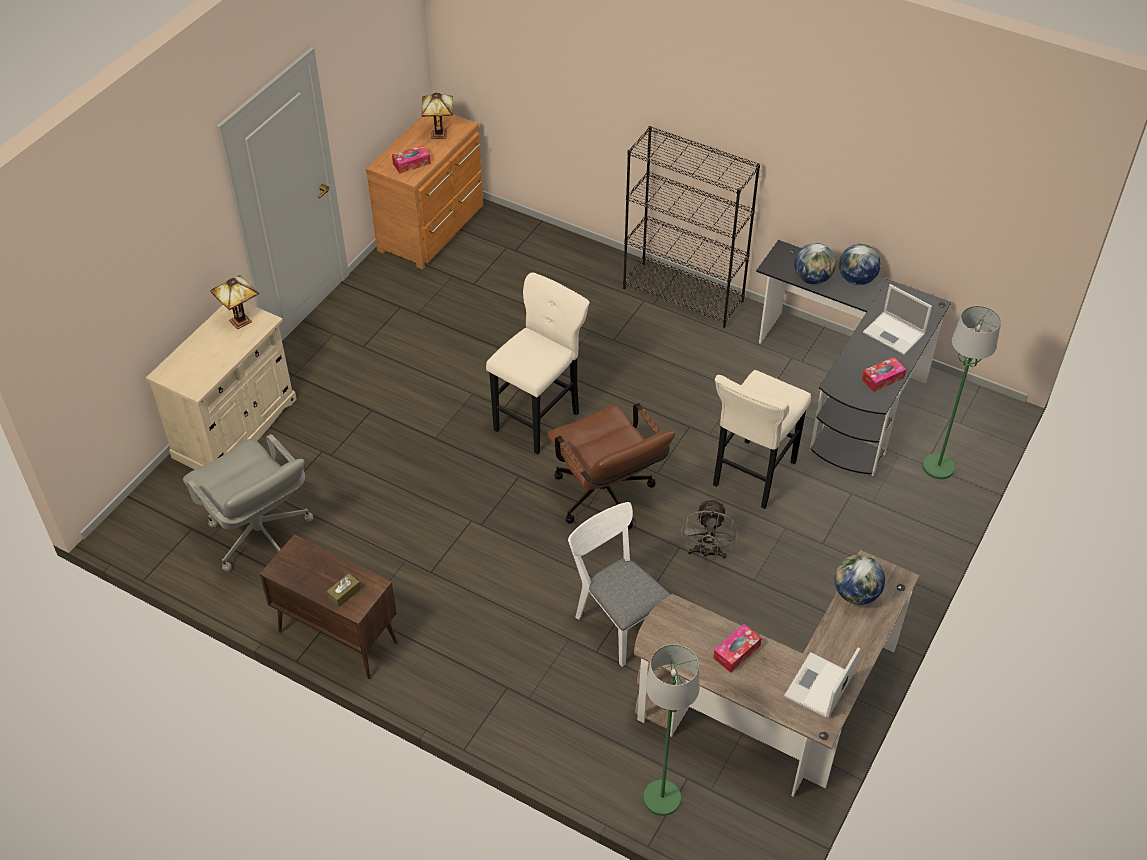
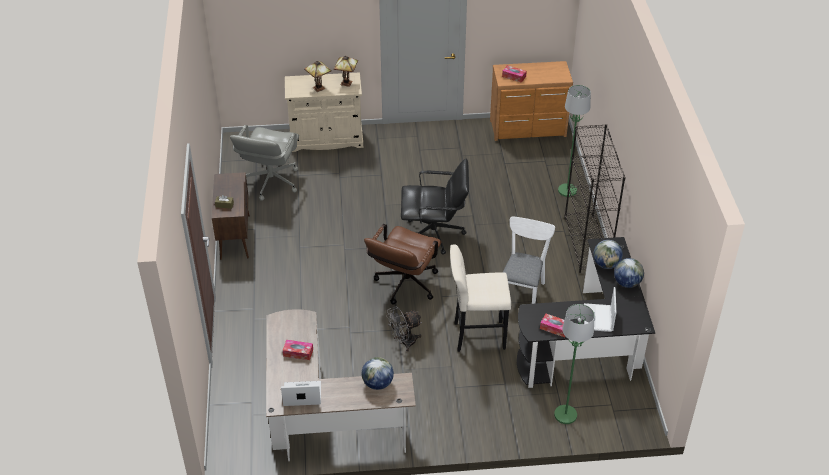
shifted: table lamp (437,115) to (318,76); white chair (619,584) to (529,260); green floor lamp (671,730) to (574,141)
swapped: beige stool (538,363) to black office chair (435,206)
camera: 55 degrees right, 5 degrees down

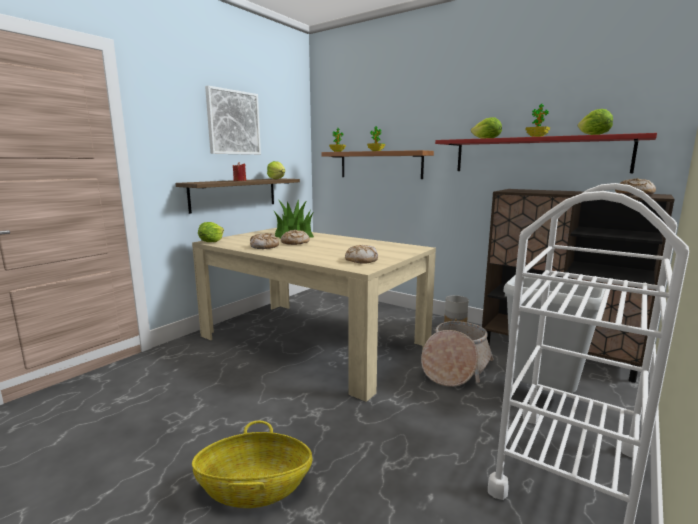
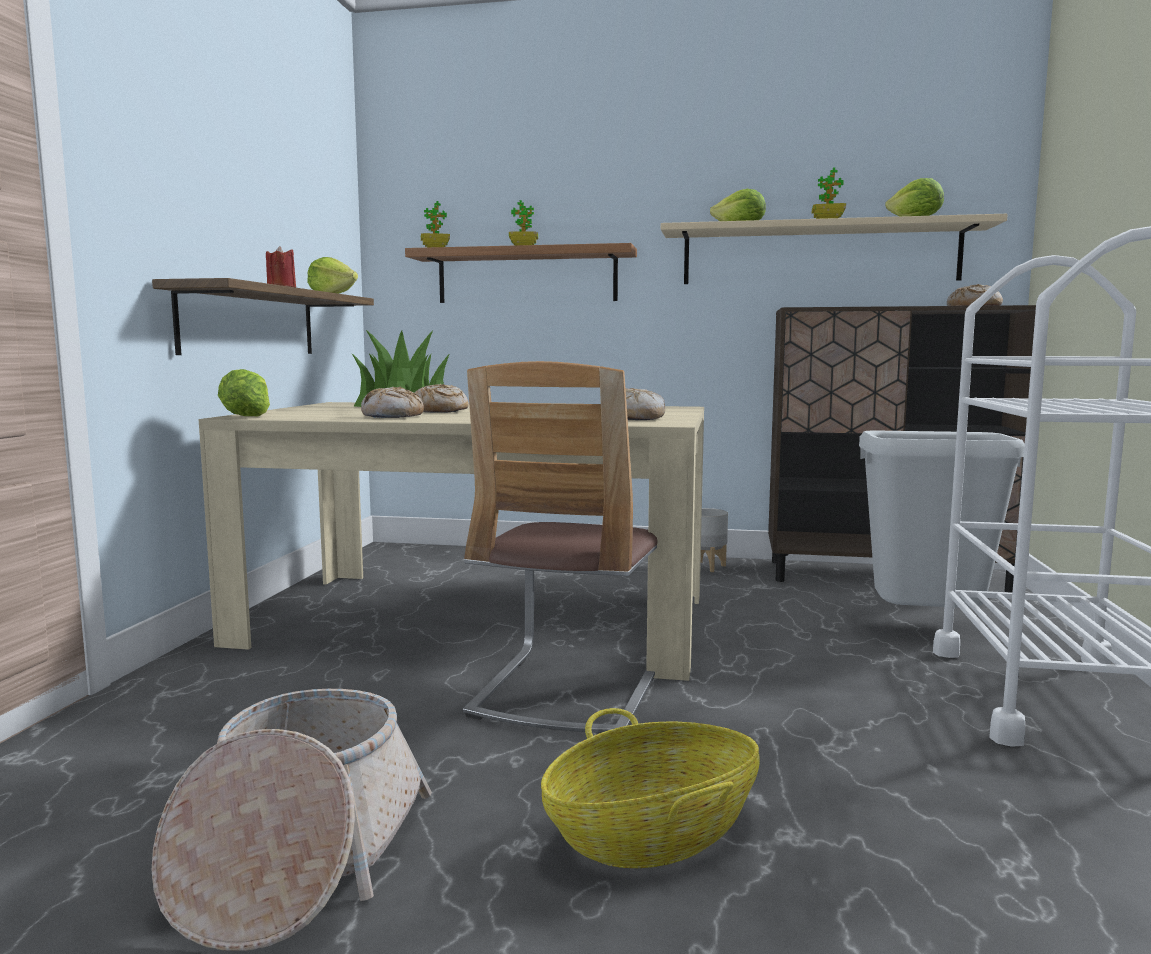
gone: picture (233,120)
new: chair (560,547)
shifted: basket (457,354) to (291,820)
repainted: red shelf (546,153) to beige shelf (834,249)
camera: 25 degrees left, 5 degrees down

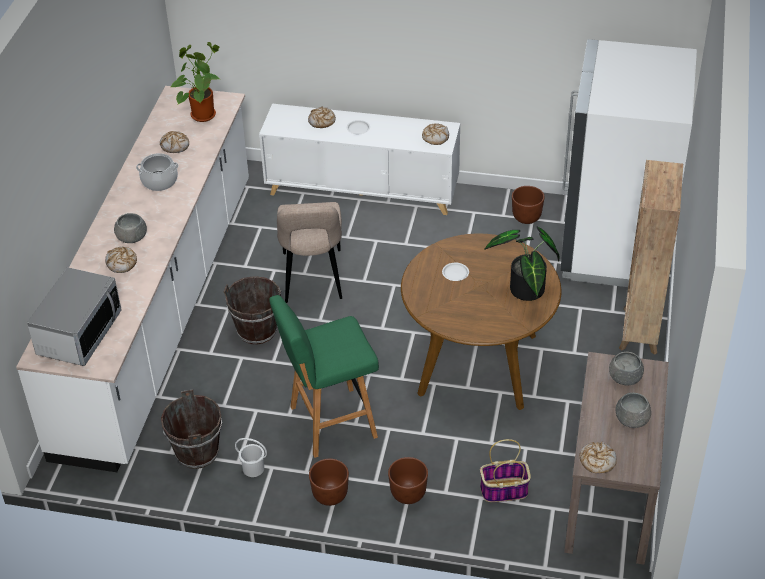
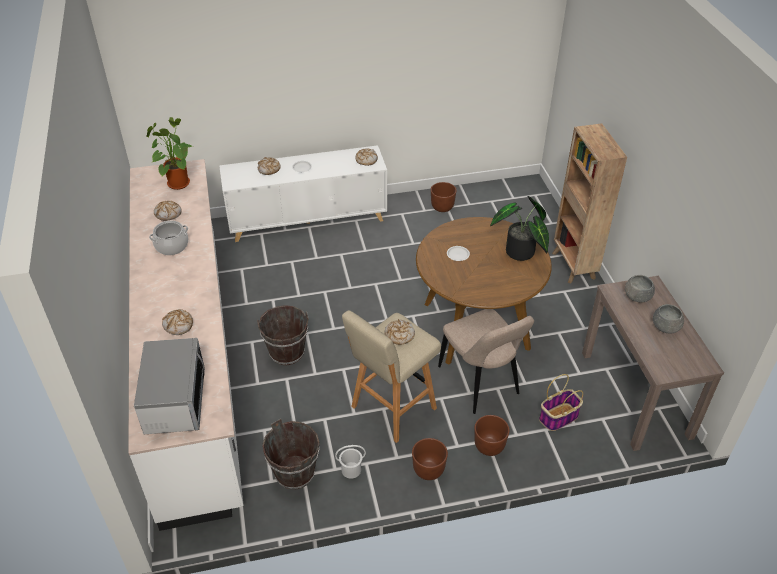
gone: grey bowl (130,228); white fridge (628,163)
shifted: beige chair (309,252) to (486,361); bread (598,457) to (399,332)
repainted: green stool (324,376) to beige stool (391,376)
camera: 25 degrees left, 0 degrees up

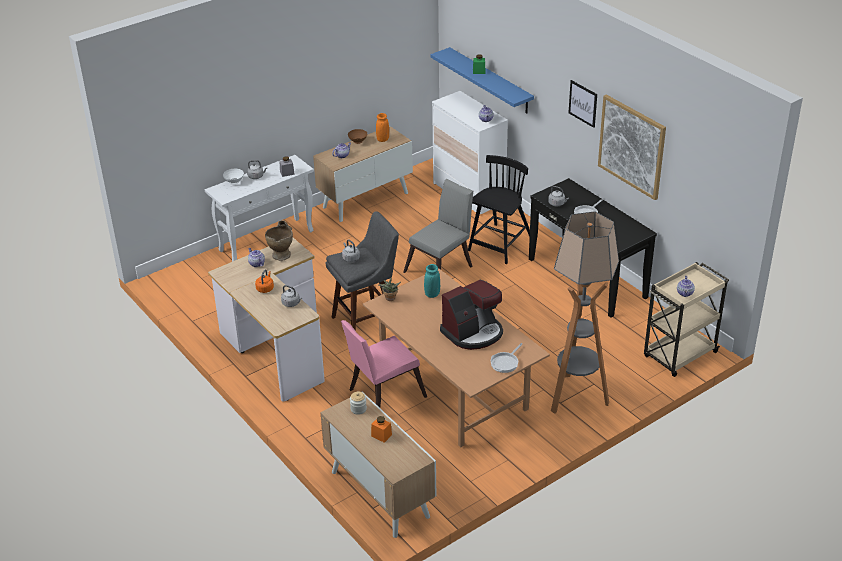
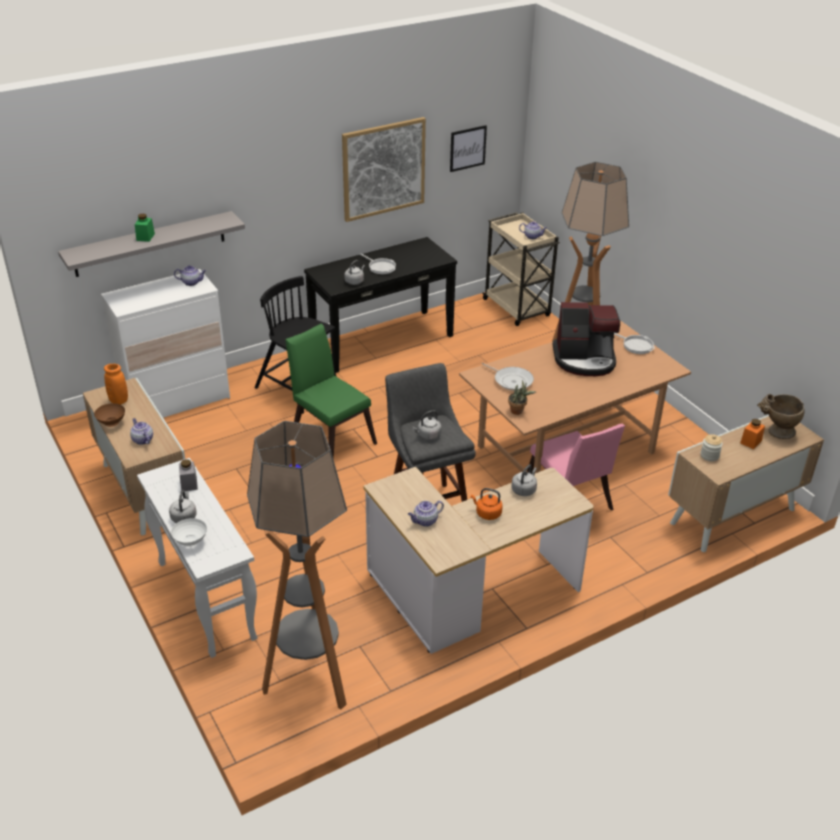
new: floor lamp (297,565)
shifted: beige vase (279,240) to (781,416); picture (583,104) to (468,148)
swapped: turquoise vase (432,281) to frying pan (507,377)
repainted: grey chair (438,226) to green chair (331,391); blue shelf (482,80) to grey shelf (151,244)
rotated: coffee machine (471,314) = (586,339) 120 degrees clockwise
camera: 85 degrees left, 0 degrees up

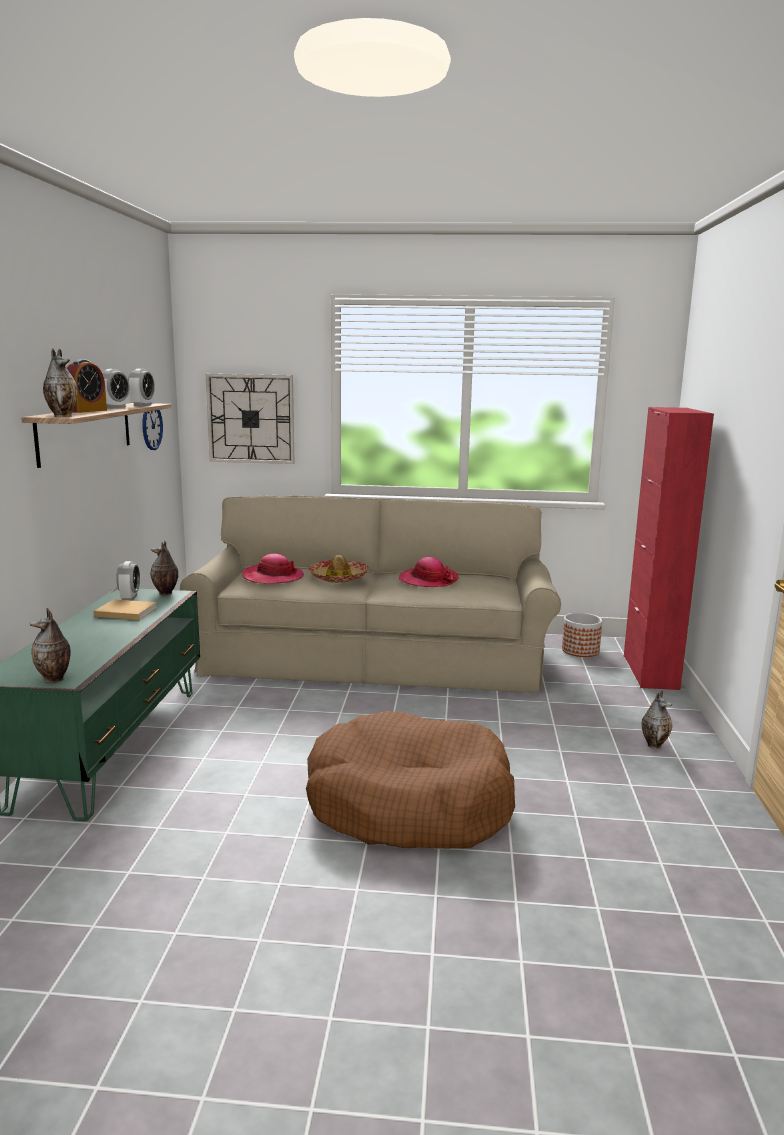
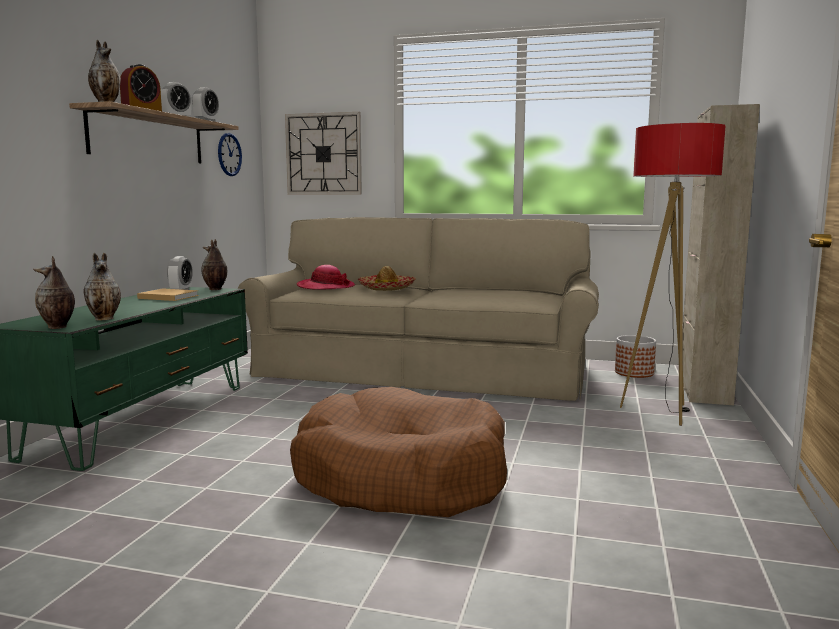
gone: hat (429,572)
new: floor lamp (673,274)
shifted: vase (657,719) to (102,287)
repainted: red cabinet (669,548) to beige cabinet (721,254)
camera: 10 degrees right, 5 degrees down

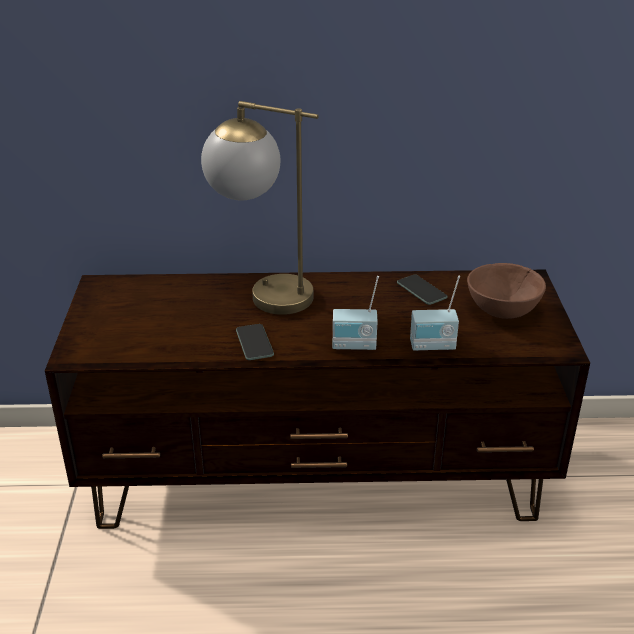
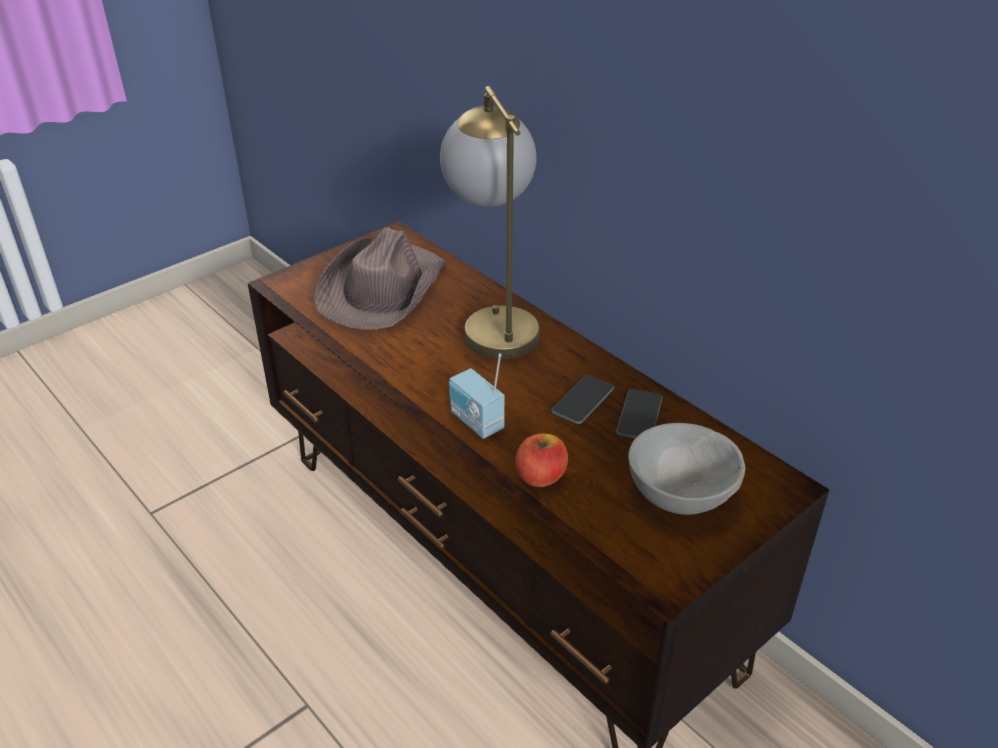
new: brown hat (380,278)
shifted: phone (255,342) to (582,399)
swapped: radio (435,313) to apple (542,460)
repainted: brown bowl (506,291) to grey bowl (687,469)
camera: 50 degrees right, 5 degrees up

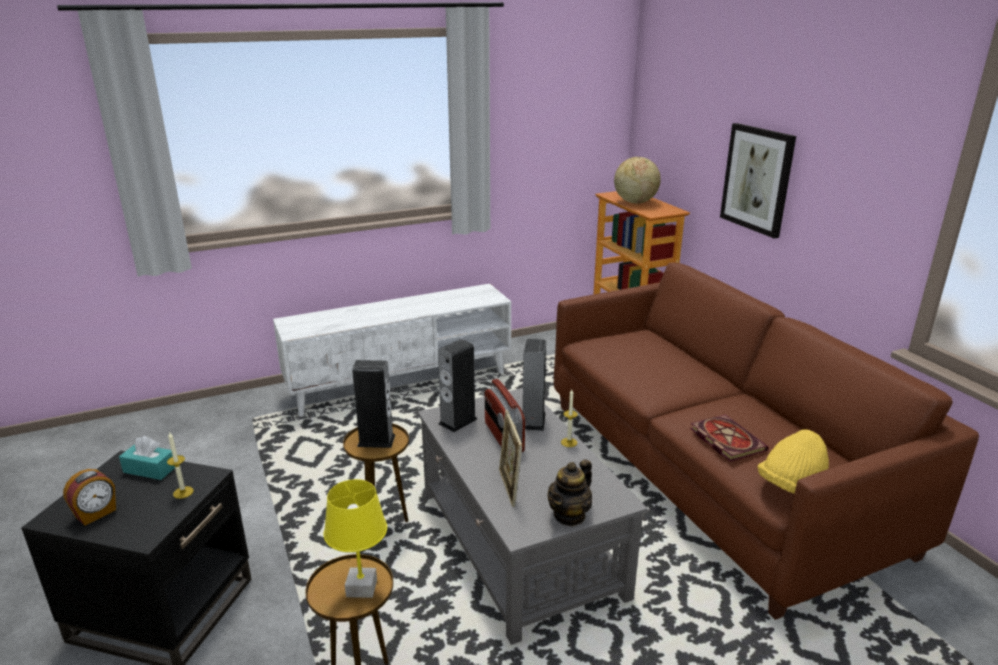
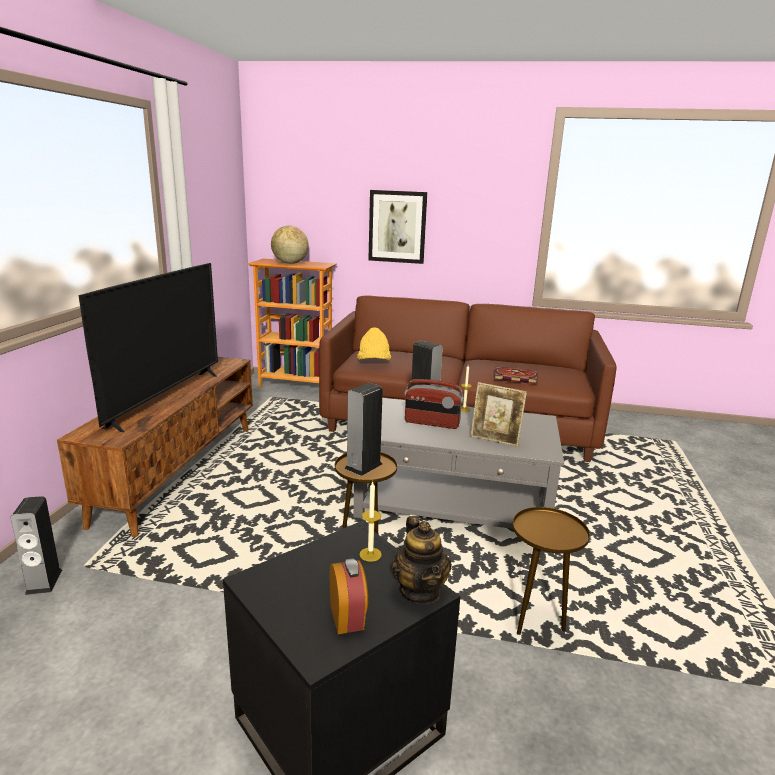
gone: turquoise tissue box (147,458); yellow table lamp (355,538)
new: television (148,347)
shifted: speaker (457,385) to (36,545); teapot (570,493) to (421,560); yellow hat (793,461) to (374,344)
repainted: white tv stand (392,350) to brown tv stand (155,447)
camera: 55 degrees left, 5 degrees down

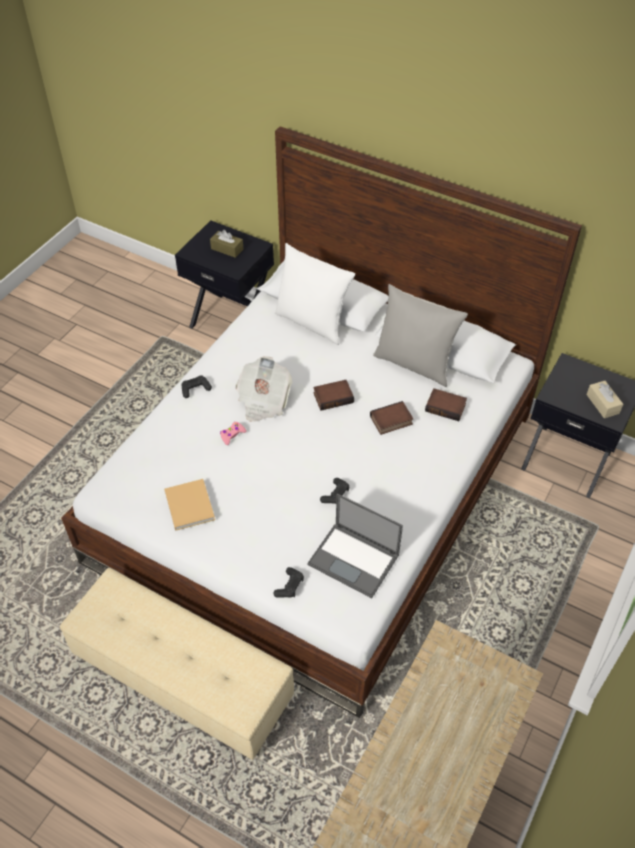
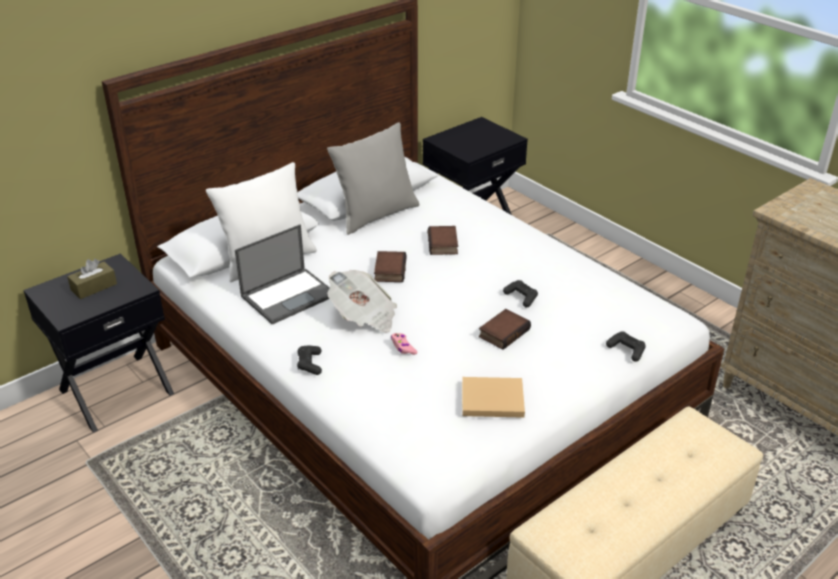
gone: beige tissue box (604,399)
shifted: laptop (355,545) to (282,274); book (446,404) to (505,329)
camera: 70 degrees left, 15 degrees down

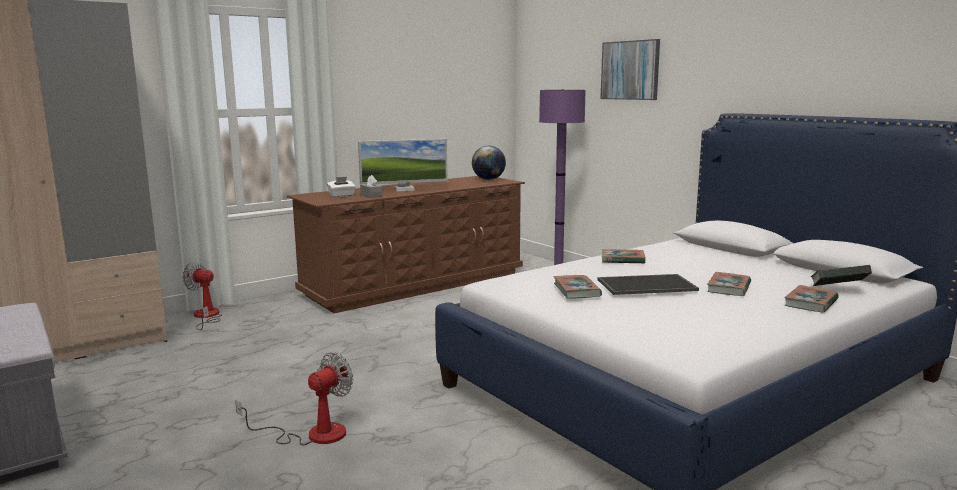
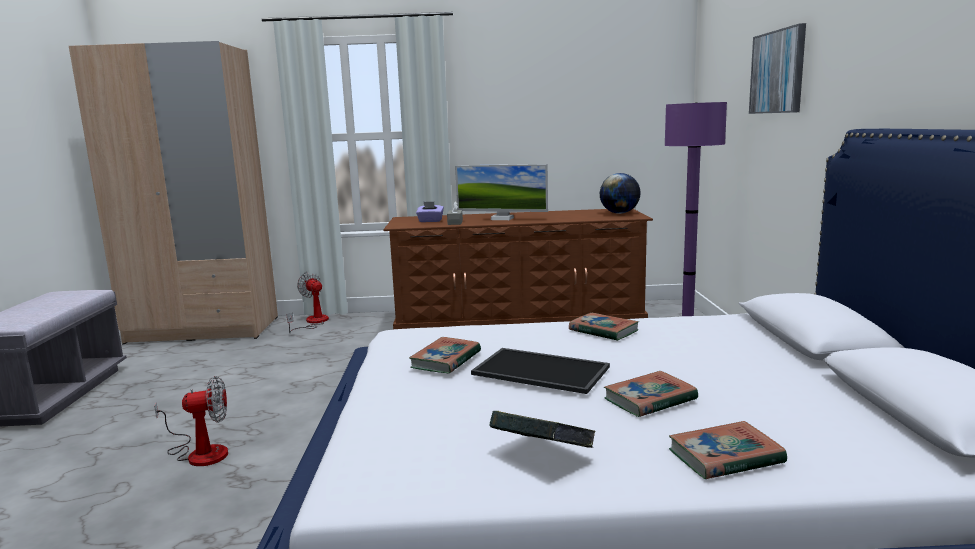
shifted: book (841,275) to (542,429)
repainted: white tissue box (341,187) to purple tissue box (430,212)
camera: 35 degrees right, 0 degrees up

